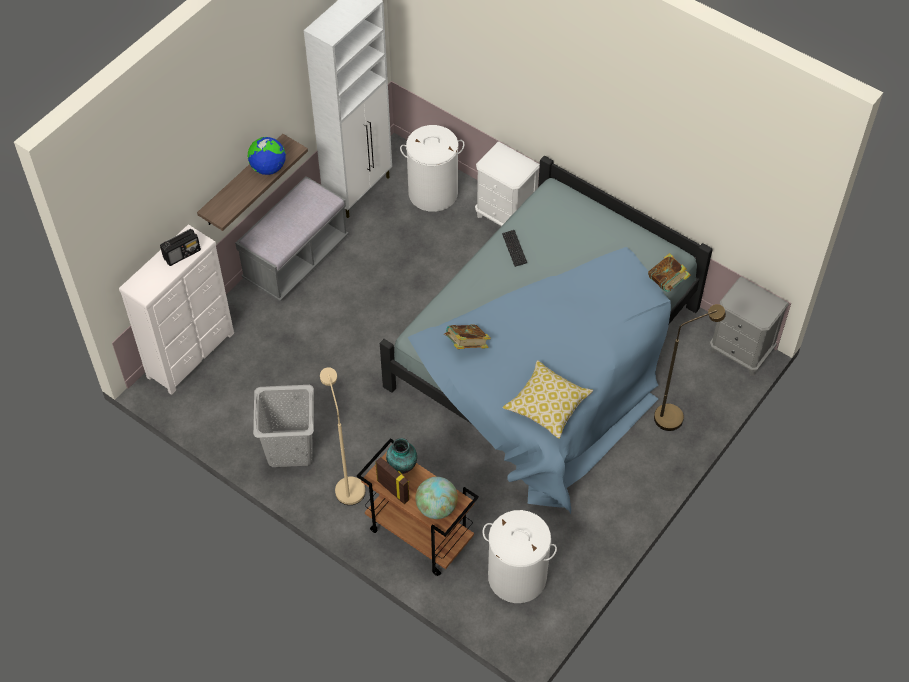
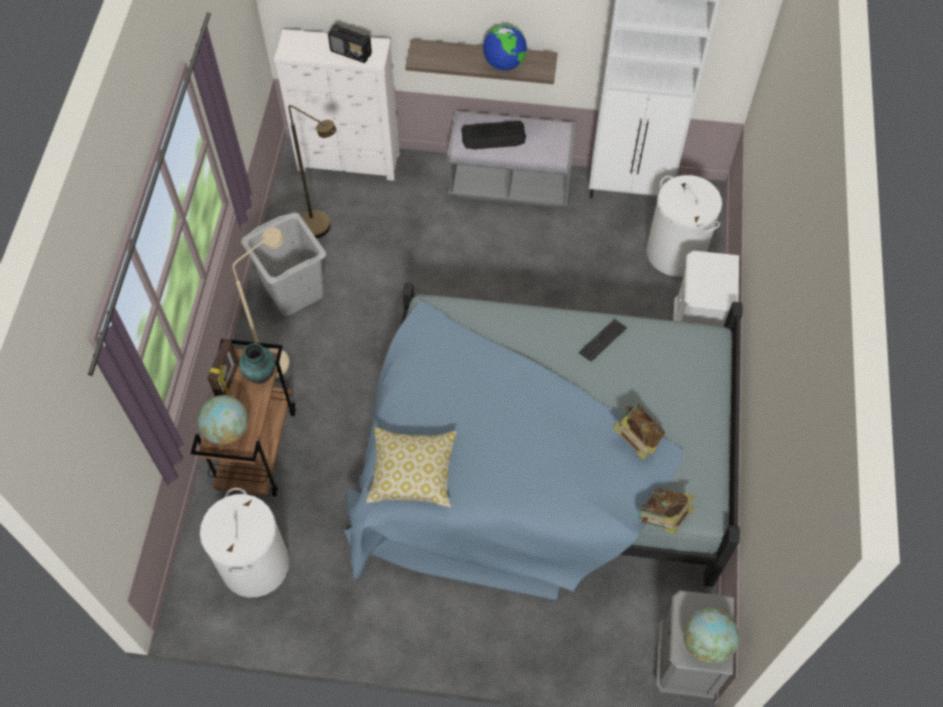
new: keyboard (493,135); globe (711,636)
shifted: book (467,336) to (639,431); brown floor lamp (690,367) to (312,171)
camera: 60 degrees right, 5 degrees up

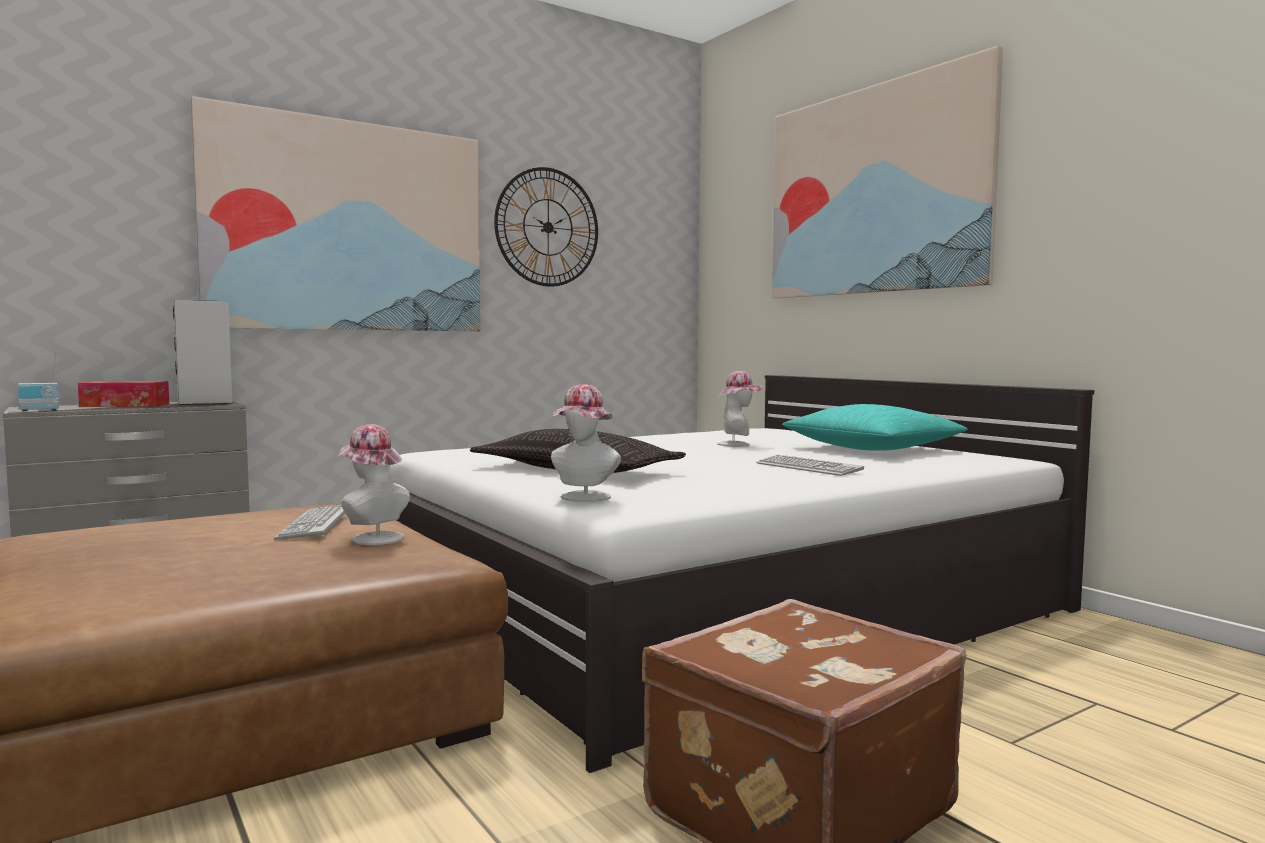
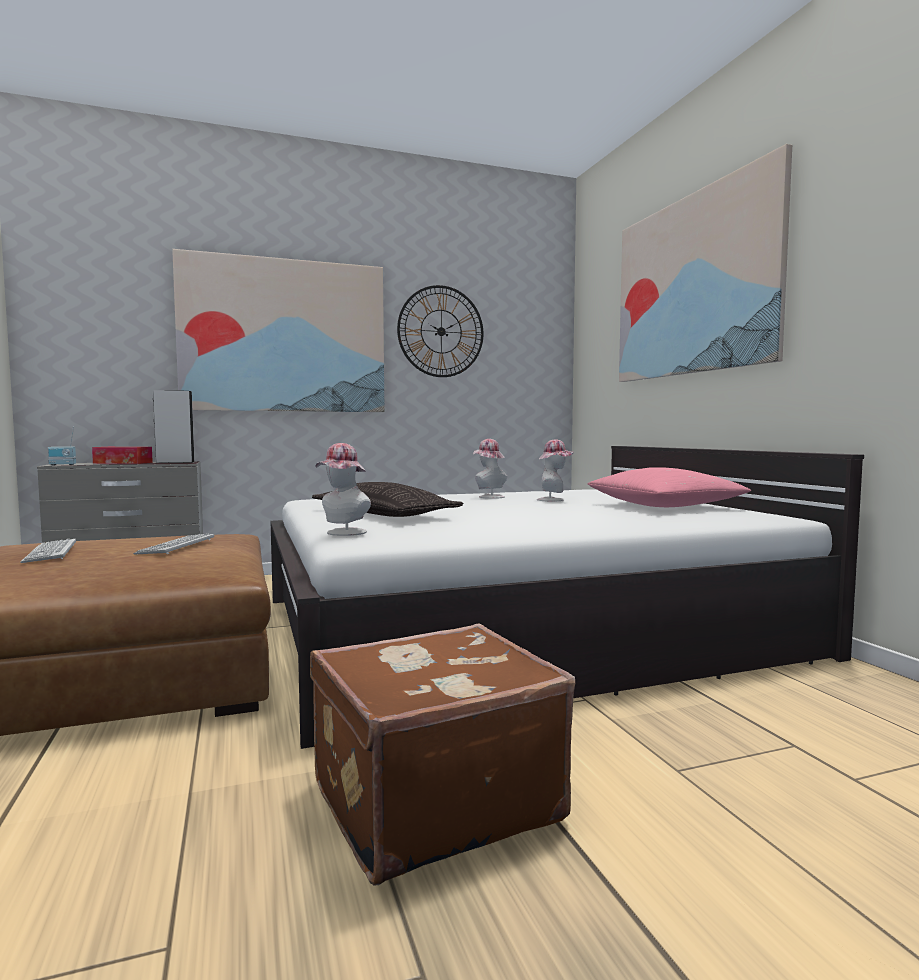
shifted: hat (374,484) to (490,469); keyboard (810,465) to (48,551)
repainted: turquoise pillow (875,427) to pink pillow (669,487)
camera: 15 degrees right, 0 degrees up

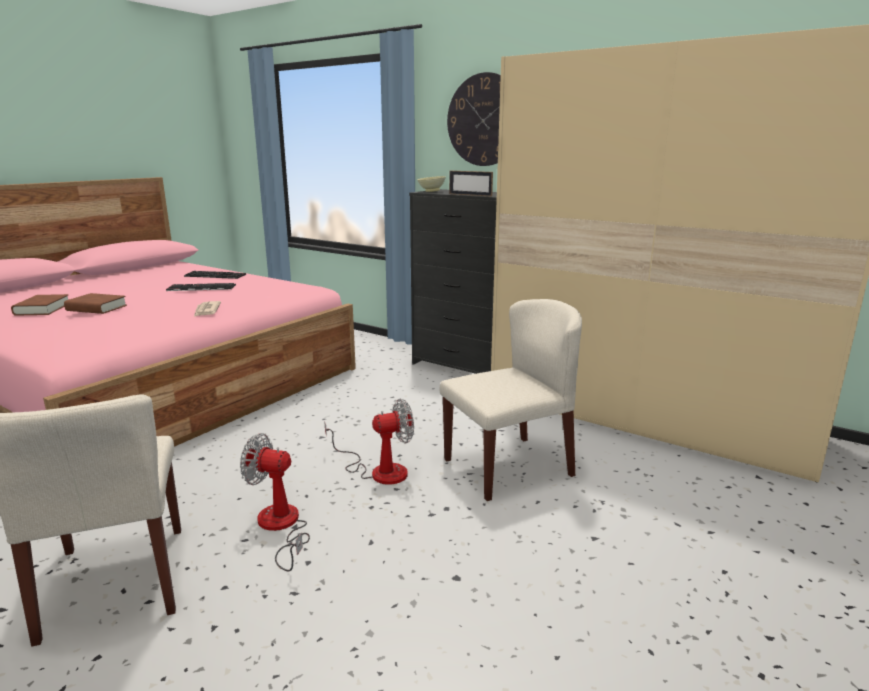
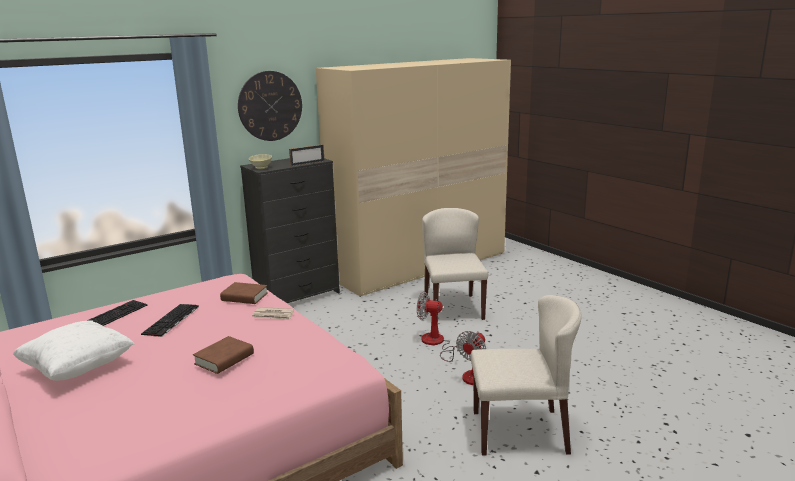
new: white pillow (74,350)
shifted: brown book (39,305) to (244,293)
rotated: fan (369,442) = (438,327) 75 degrees counterclockwise
camera: 70 degrees left, 0 degrees up

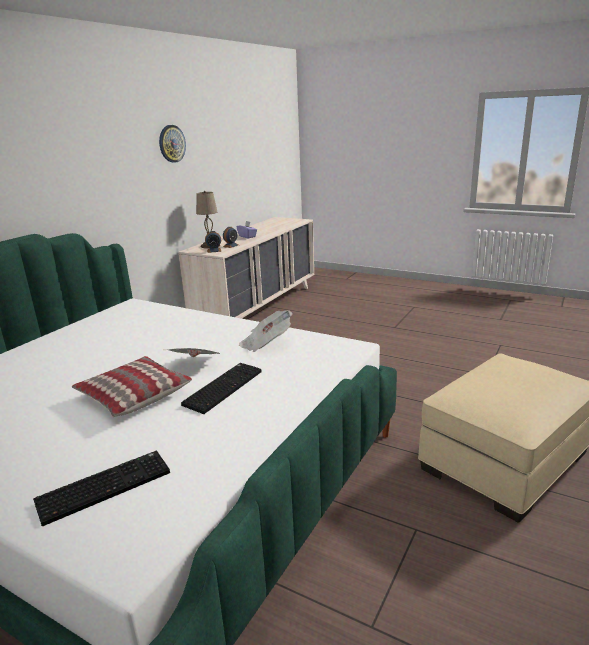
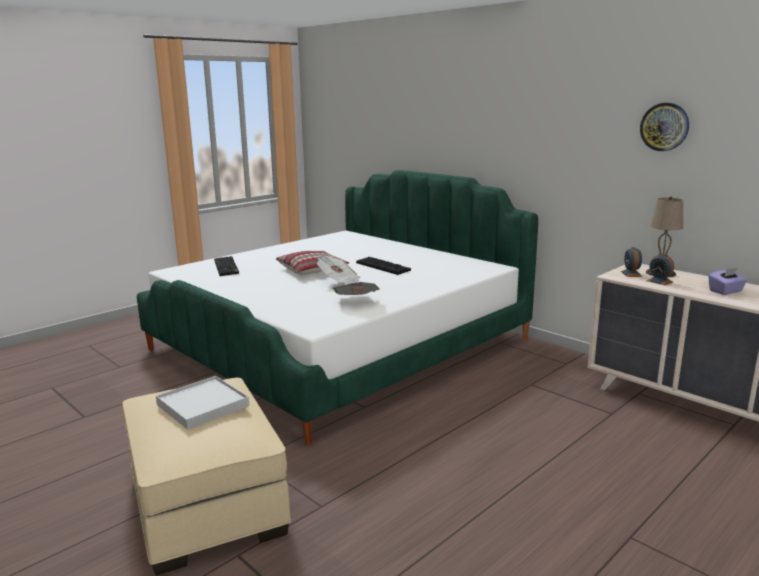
new: white tray (202,403)
shifted: keyboard (221,388) to (383,266)
camera: 105 degrees right, 5 degrees down

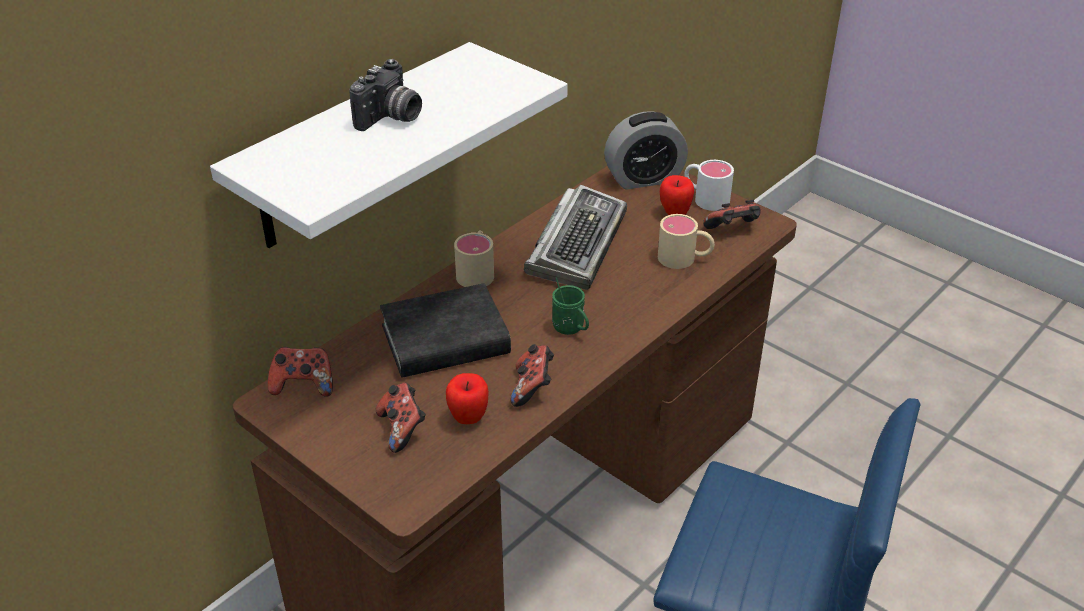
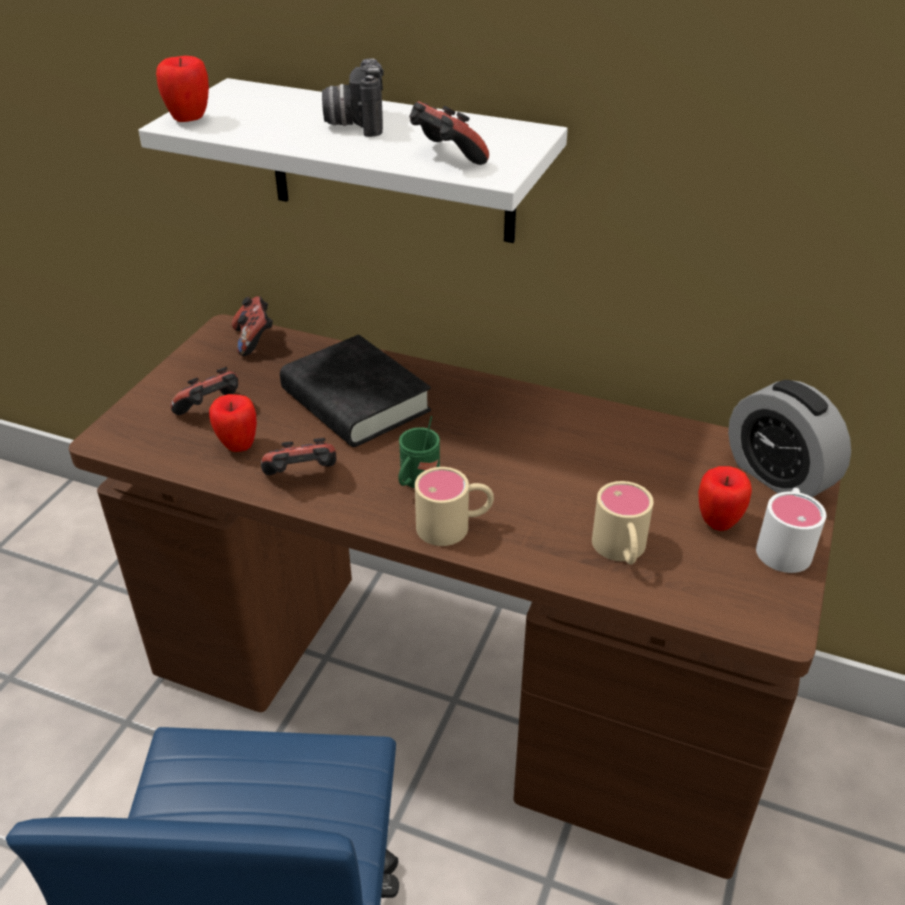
gone: keyboard (575,237)
new: apple (182,89)
shifted: beige mug (474,259) to (454,506); game controller (732,214) to (449,133)
rotated: photo camera (385,95) = (353,97) 75 degrees clockwise
camera: 70 degrees right, 0 degrees up

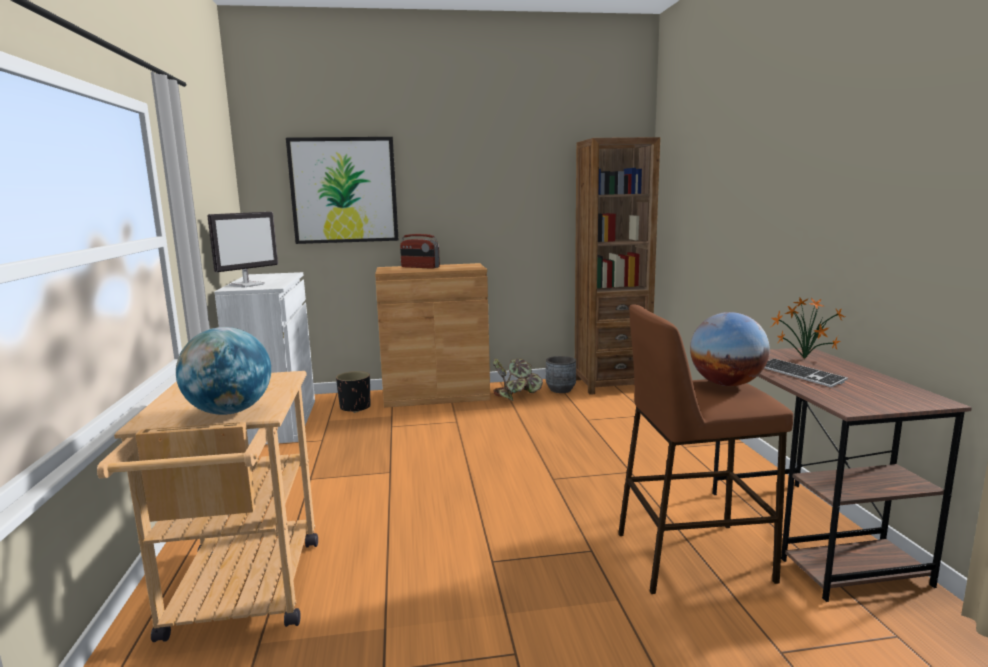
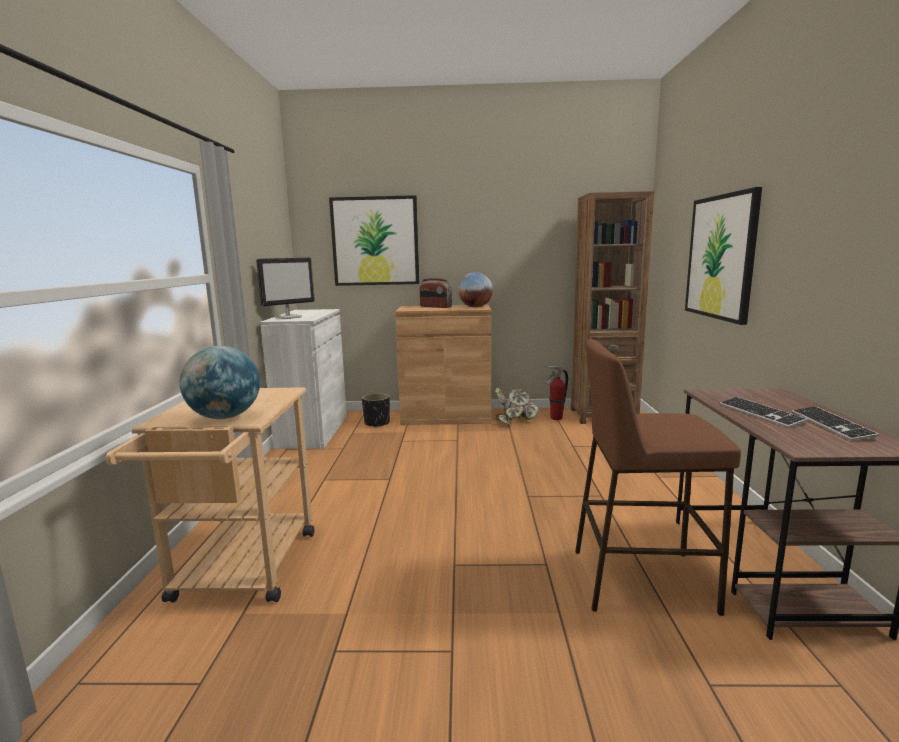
gone: potted plant (808,328)
new: picture (723,256); keyboard (835,423)
shifted: globe (730,349) to (475,289)
swapped: grey planter (561,374) to fire extinguisher (556,393)
camera: 10 degrees right, 0 degrees up

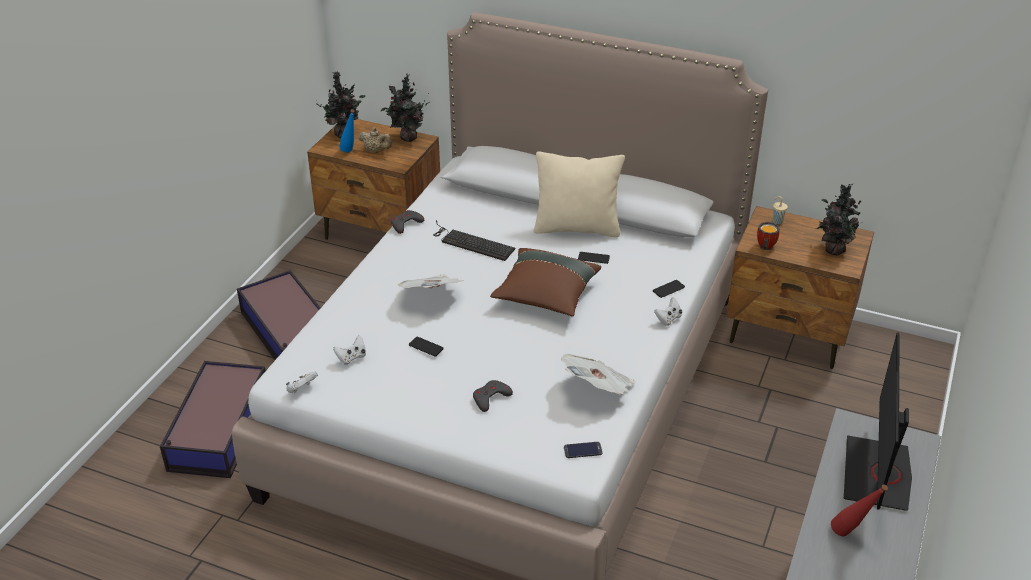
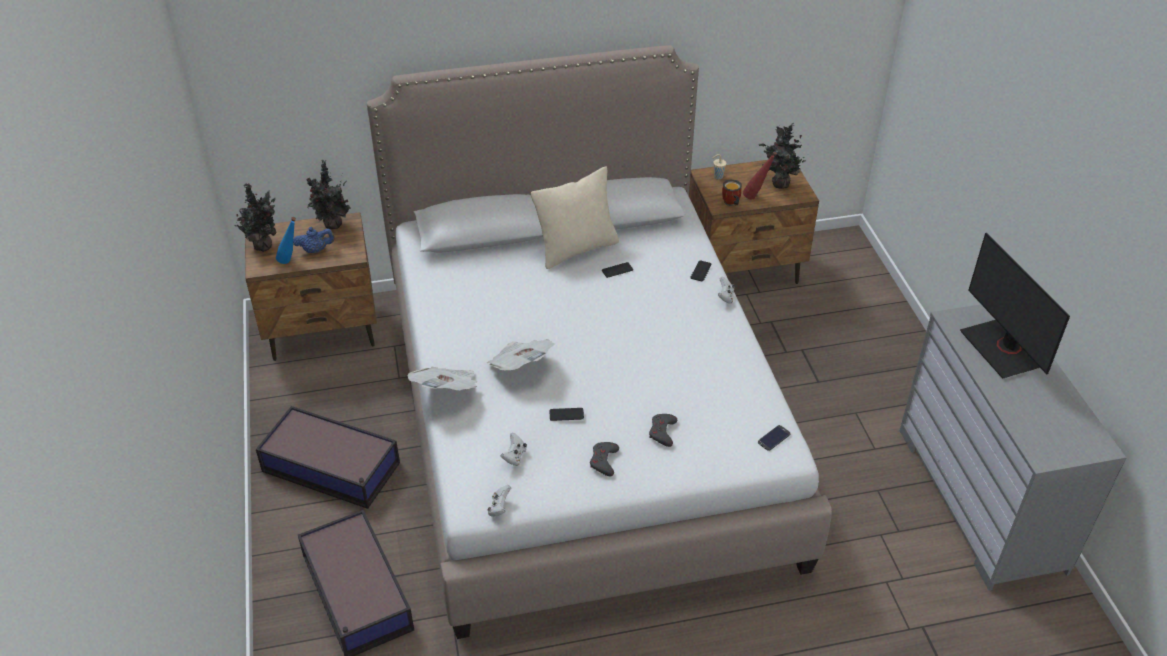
gone: keyboard (474,240); brown pillow (545,282)
shifted: grey game controller (407,222) to (604,459); newspaper (598,374) to (442,378); red bottle (859,510) to (760,176)
repainted: beige teapot (375,140) to blue teapot (314,240)
camera: 35 degrees left, 5 degrees up

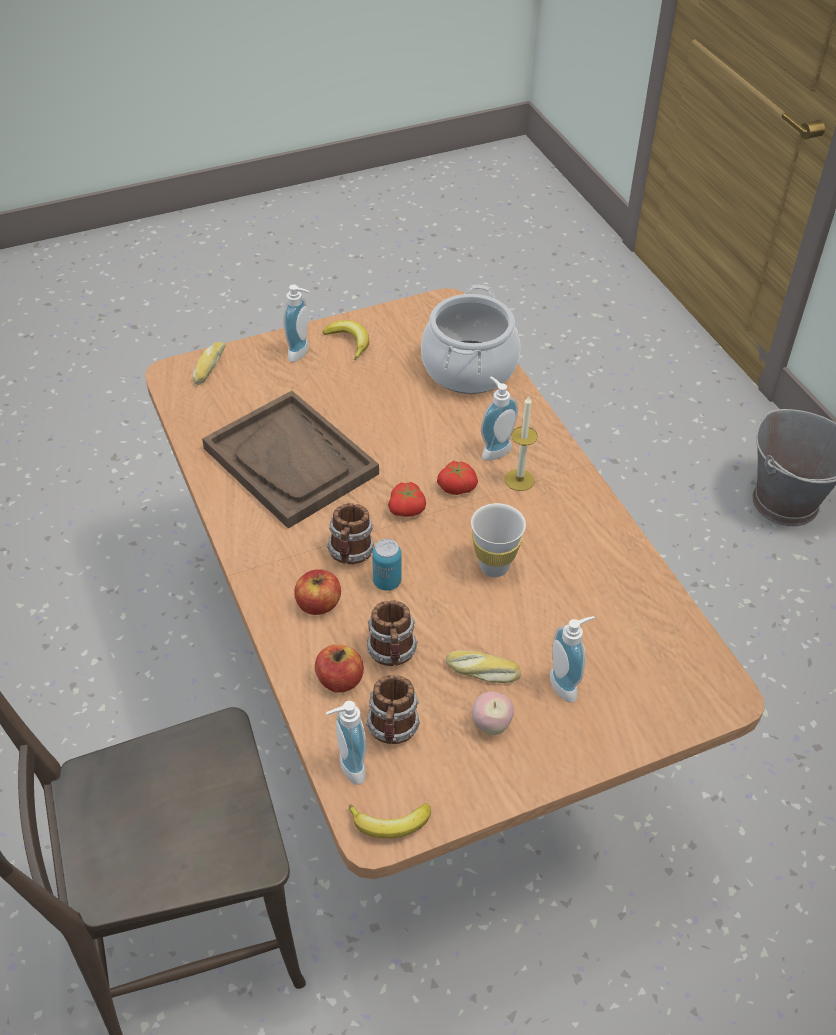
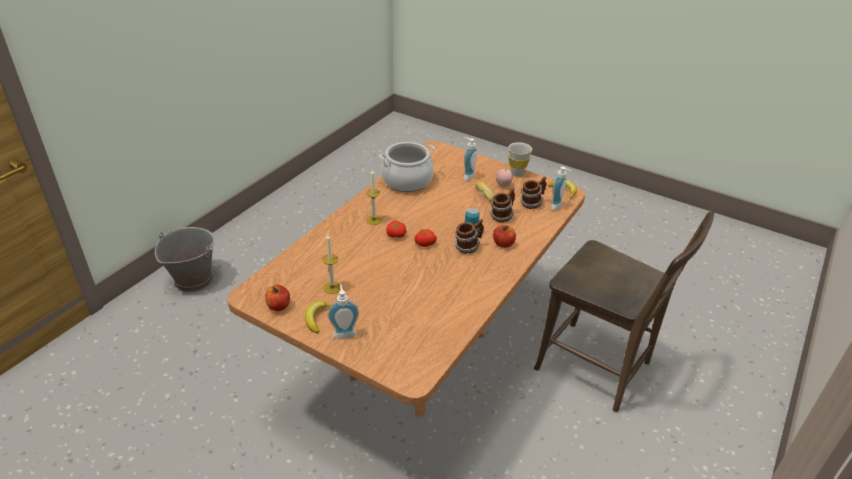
gone: bread (208,363); brown tray (290,460); soap dispenser (499,418)
new: candle (331,264)
shifted: apple (339,668) to (277,298); cooking pot (470,339) to (407,167); white cup (498,540) to (520,159)
camera: 125 degrees left, 10 degrees down

